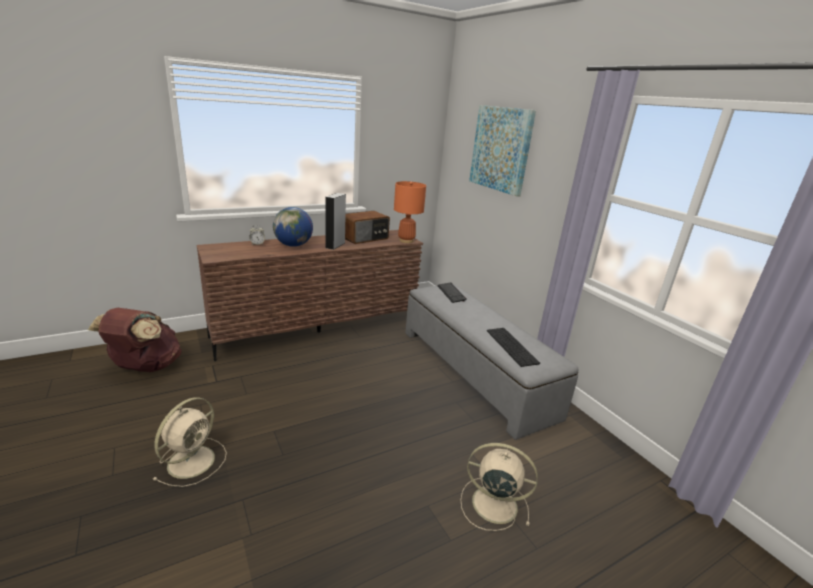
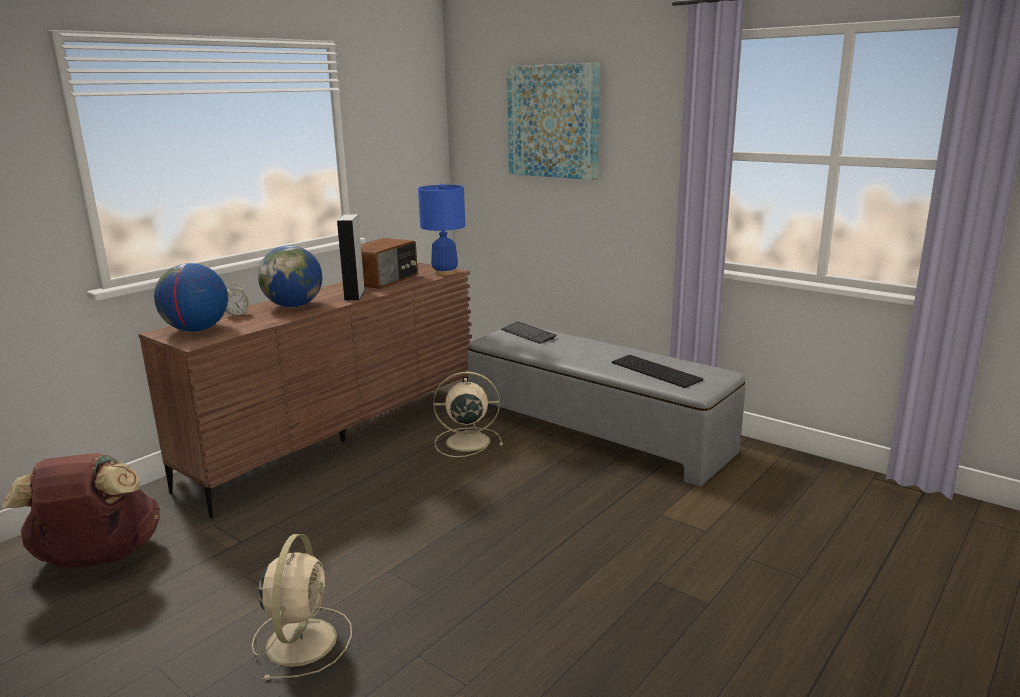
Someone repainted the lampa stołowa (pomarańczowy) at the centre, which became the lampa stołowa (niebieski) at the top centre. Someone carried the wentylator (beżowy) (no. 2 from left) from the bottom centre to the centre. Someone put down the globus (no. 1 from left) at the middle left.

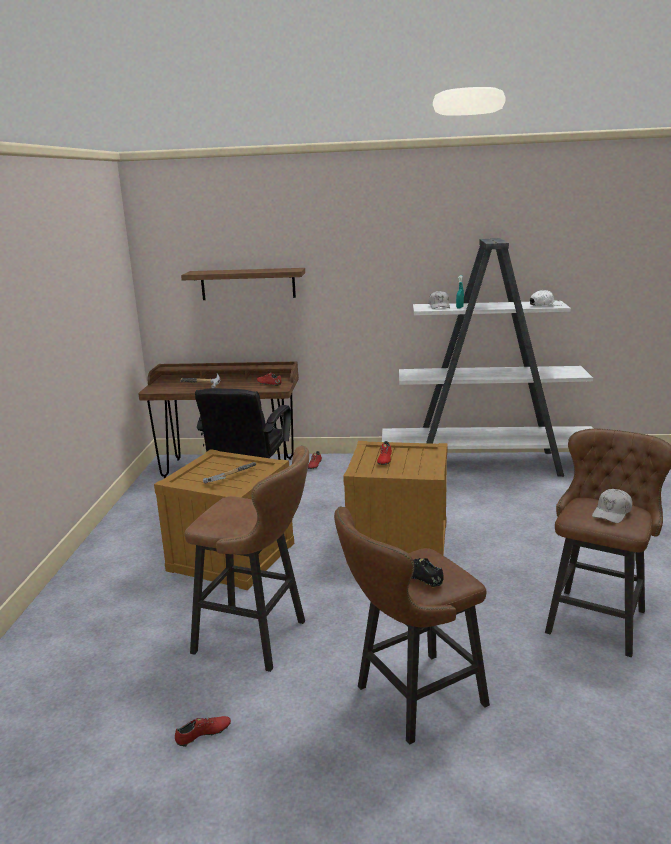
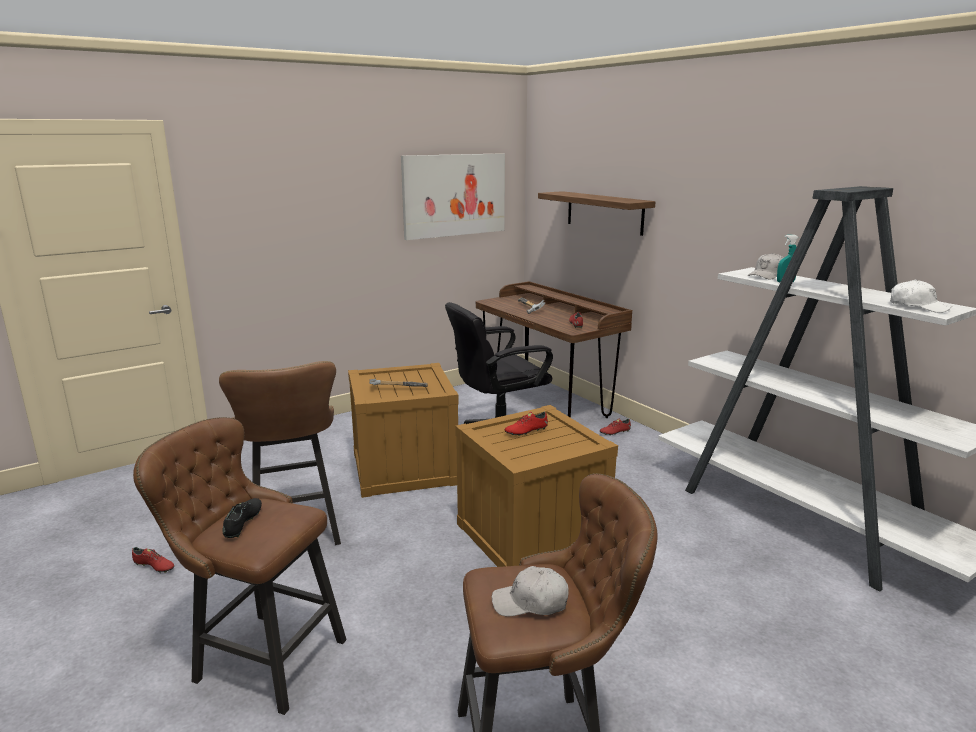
Someone put up the obraz at the top centre.

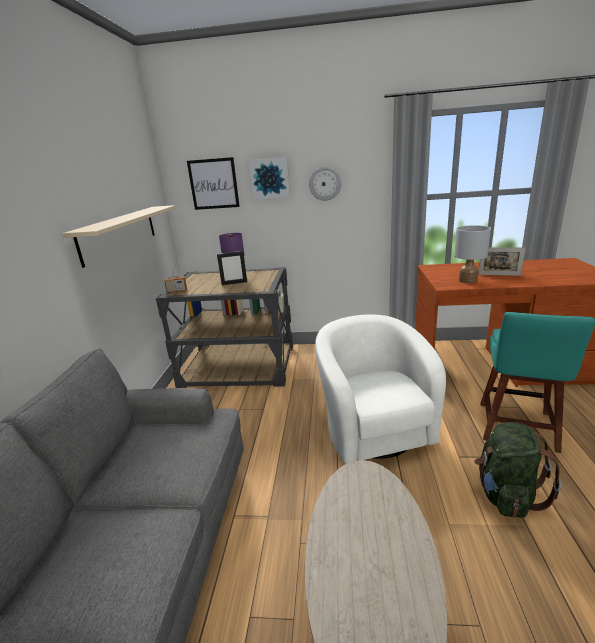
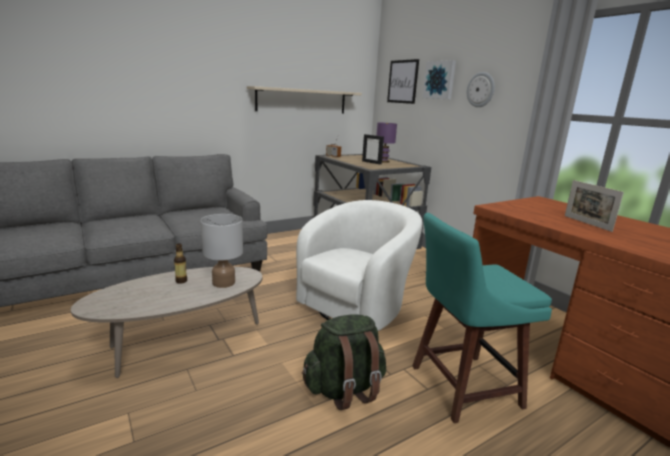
Someone carried the lampa stołowa (szary) from the middle right to the middle left. Someone put down the butelka at the middle left.

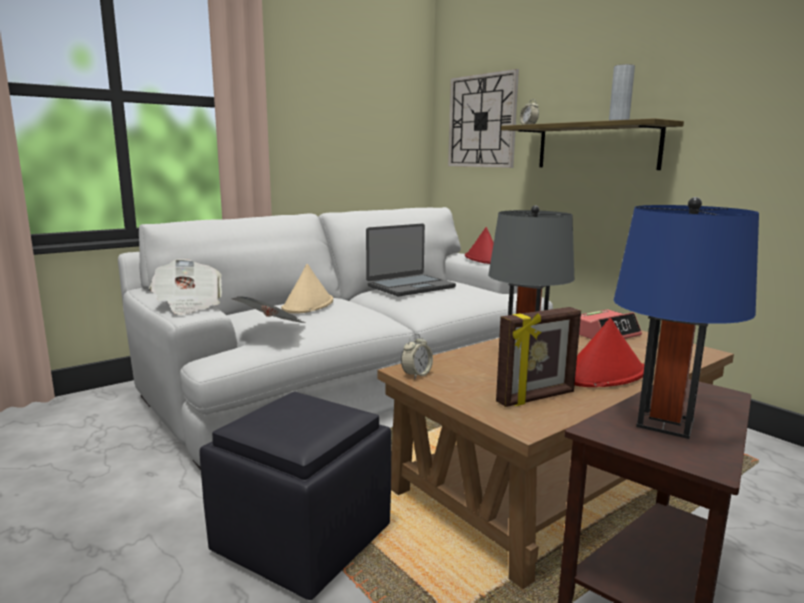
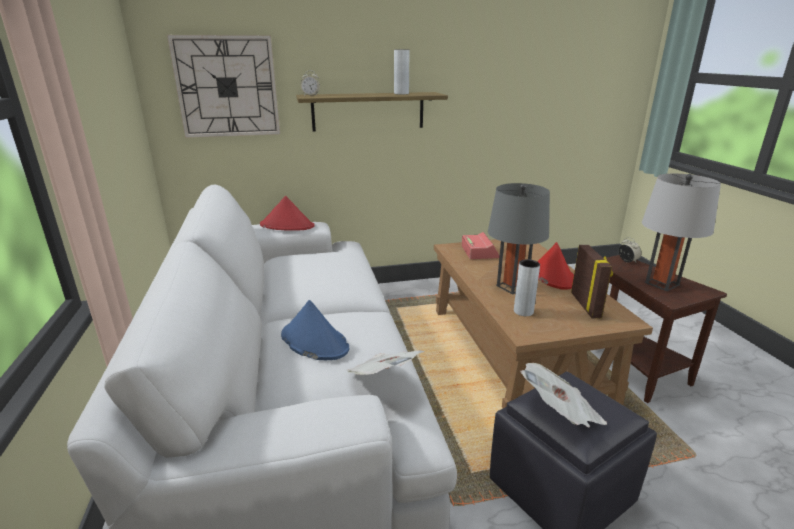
Someone repainted the lampa stołowa (niebieski) at the middle right, which became the lampa stołowa (szary) (no. 2 from left) at the middle right. Someone took away the laptop at the centre. Someone carried the gazeta (no. 1 from left in the first image) from the middle left to the bottom right. Someone repainted the kapelusz (beżowy) at the centre, which became the kapelusz (niebieski) at the centre. Someone carried the budzik (no. 1 from left in the first image) from the centre to the middle right. Someone put down the wazon (szary) (no. 2 from left) at the centre.

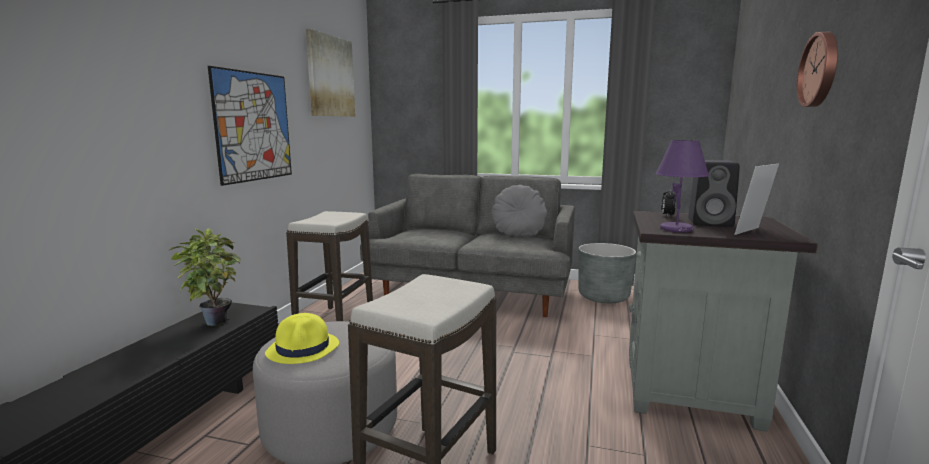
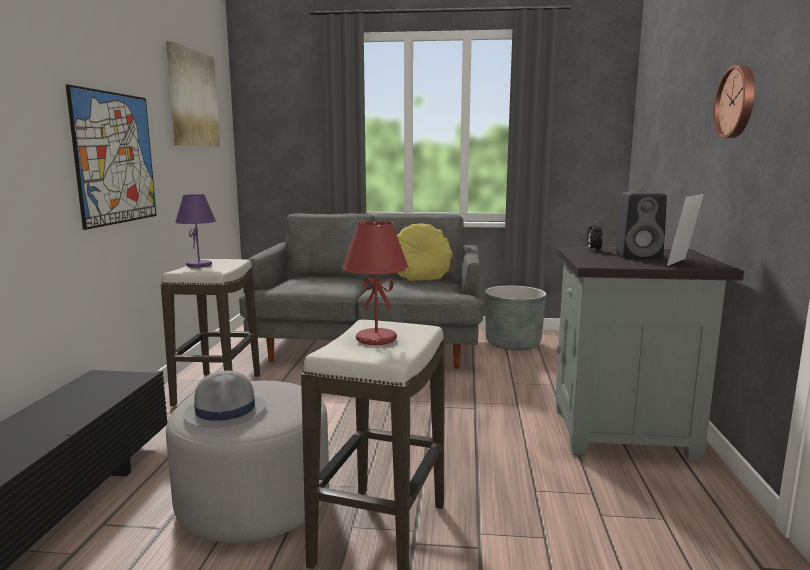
Someone carried the lampa stołowa (fioletowy) from the middle right to the middle left. Someone repainted the poduszka (szary) at the centre, which became the poduszka (żółty) at the centre. Someone took away the roślina doniczkowa at the middle left. Someone repainted the kapelusz (żółty) at the bottom left, which became the kapelusz (szary) at the bottom left. Someone put down the lampa stołowa (czerwony) at the centre.

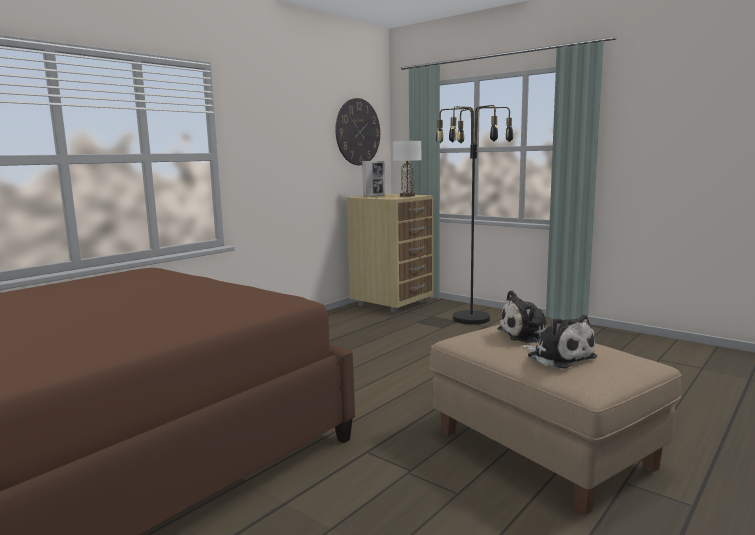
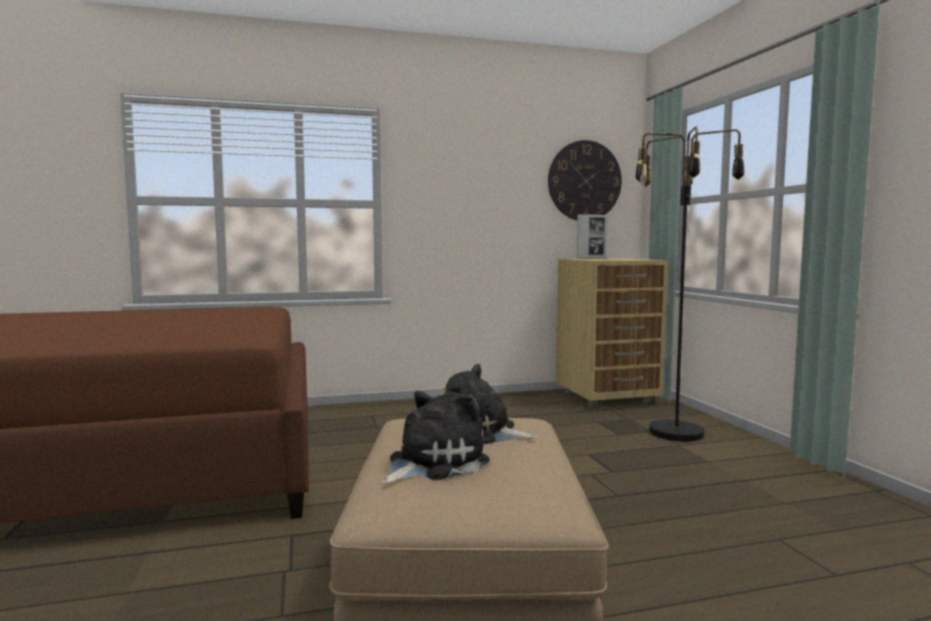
Someone took away the lampa stołowa at the top centre. Someone rotated the pluszak (no. 2 from left in the first image) at the middle right by 135 degrees counterclockwise.

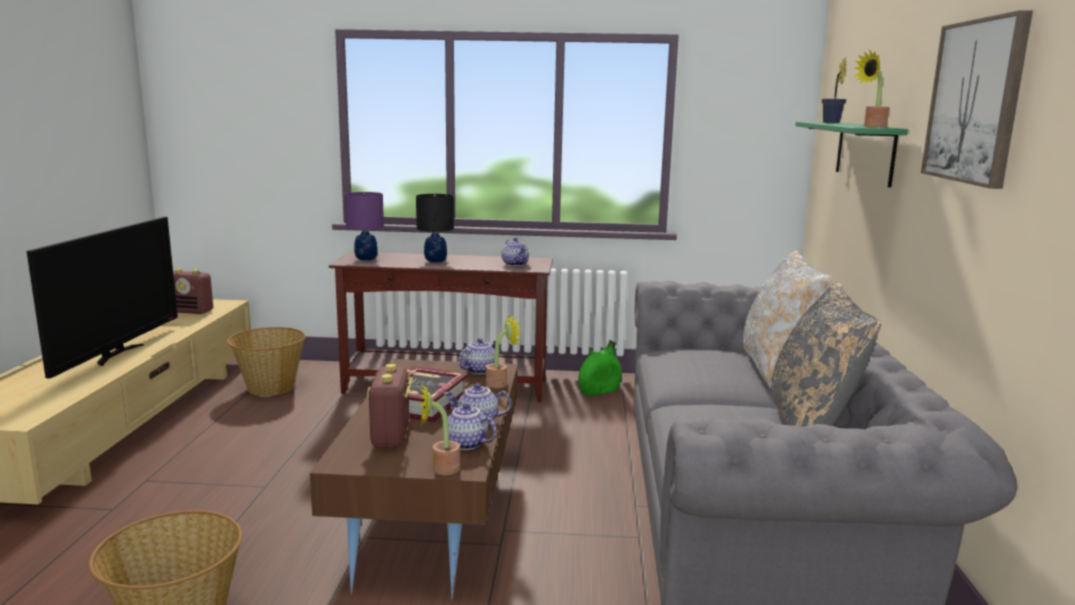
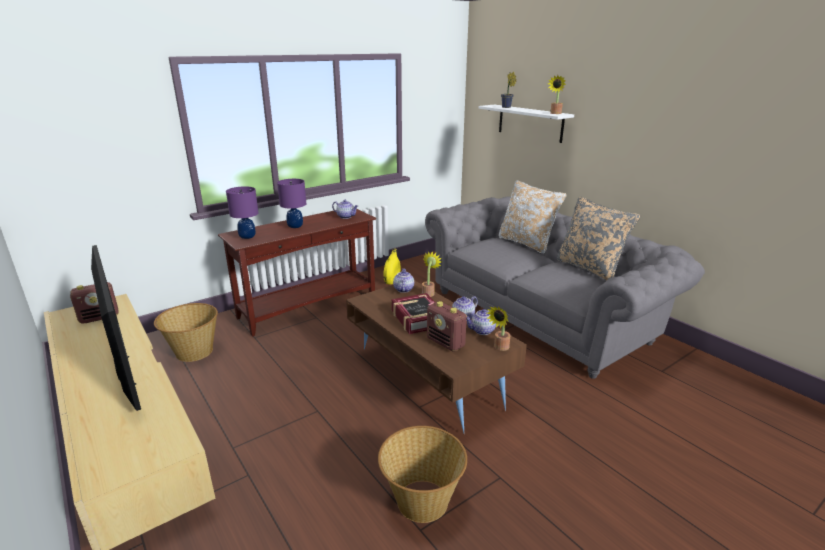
Someone took away the obraz at the top right. Someone repainted the półka (zielony) at the top right, which became the półka (biały) at the top centre. Someone repainted the lampa stołowa (czarny) at the centre, which became the lampa stołowa (fioletowy) (no. 2 from left) at the centre. Someone repainted the wazon (zielony) at the centre, which became the wazon (żółty) at the centre.

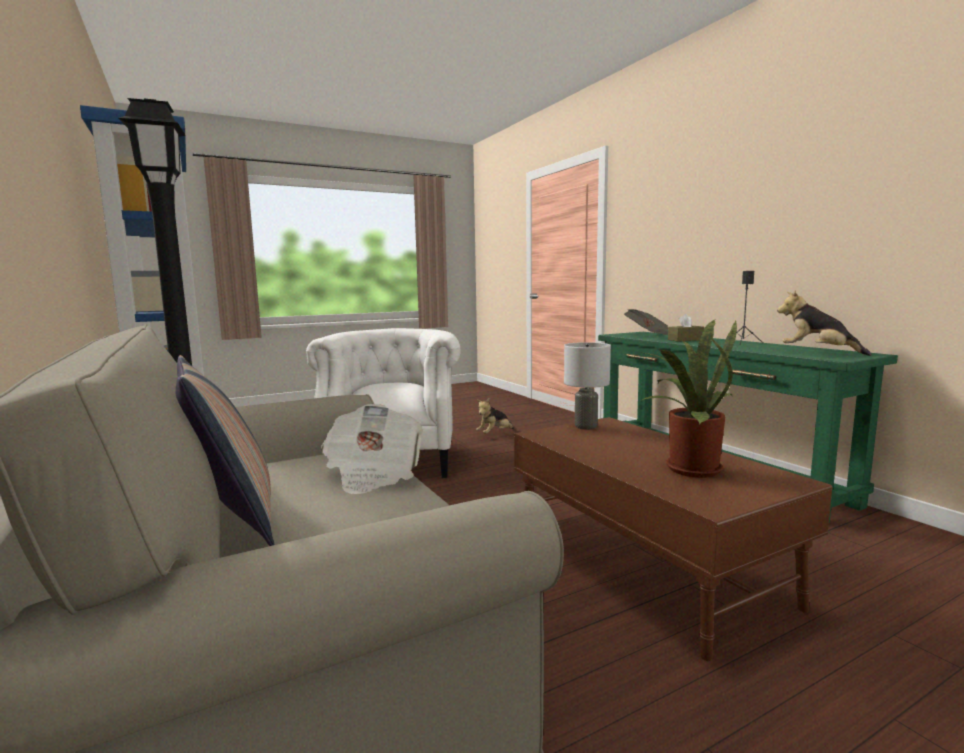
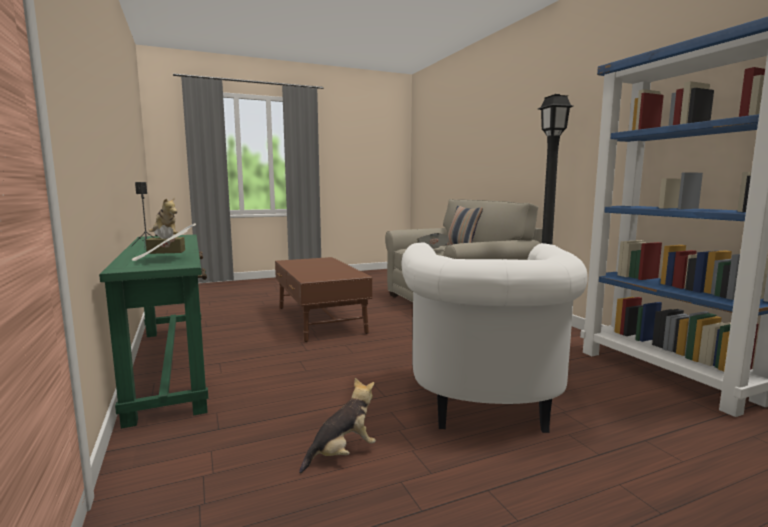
Someone took away the roślina doniczkowa at the middle right. Someone took away the lampa stołowa (biały) at the centre.

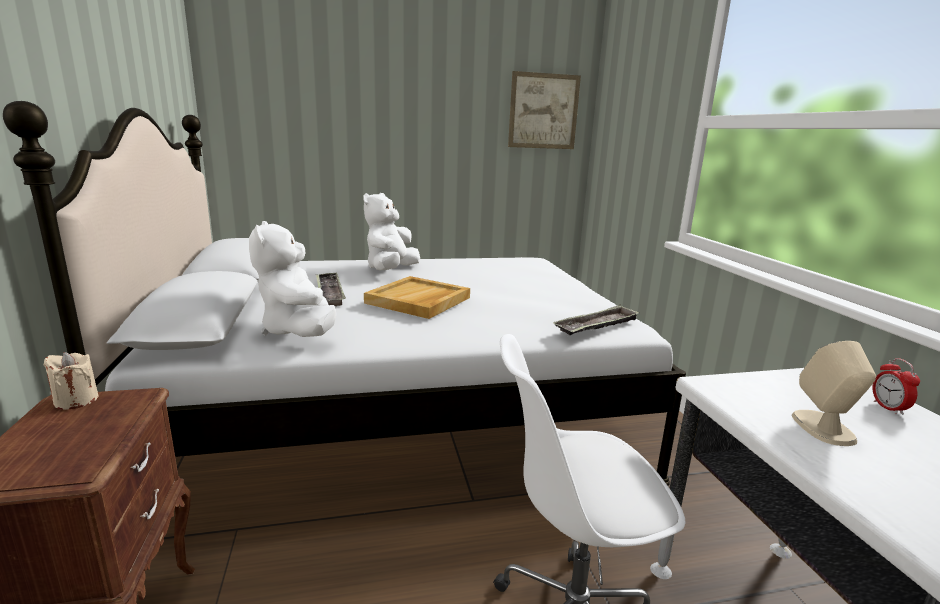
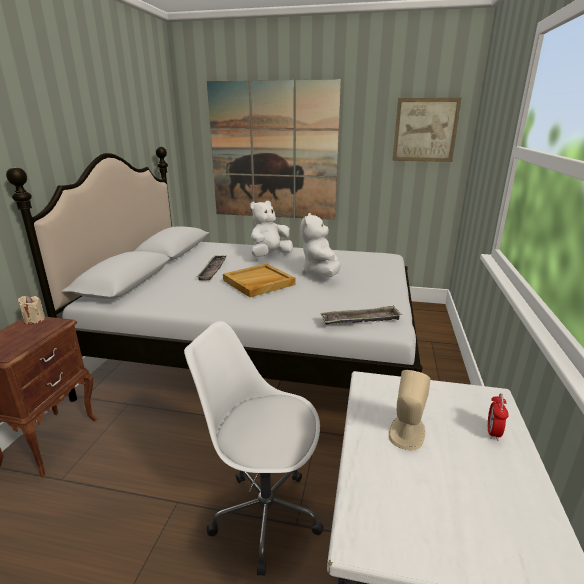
Someone carried the pluszak (biały) (no. 1 from left in the first image) from the middle left to the centre. Someone put up the obraz (no. 1 from left) at the top centre.

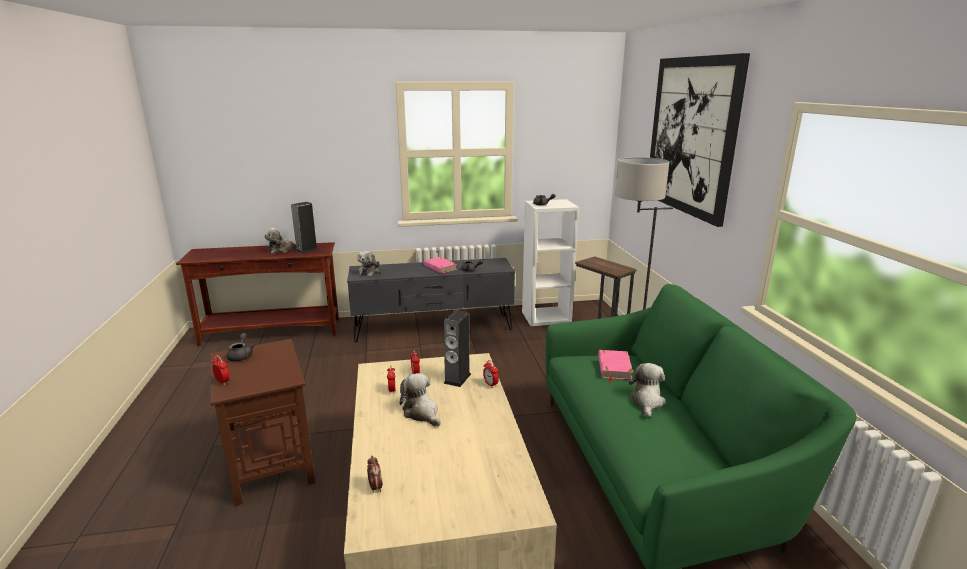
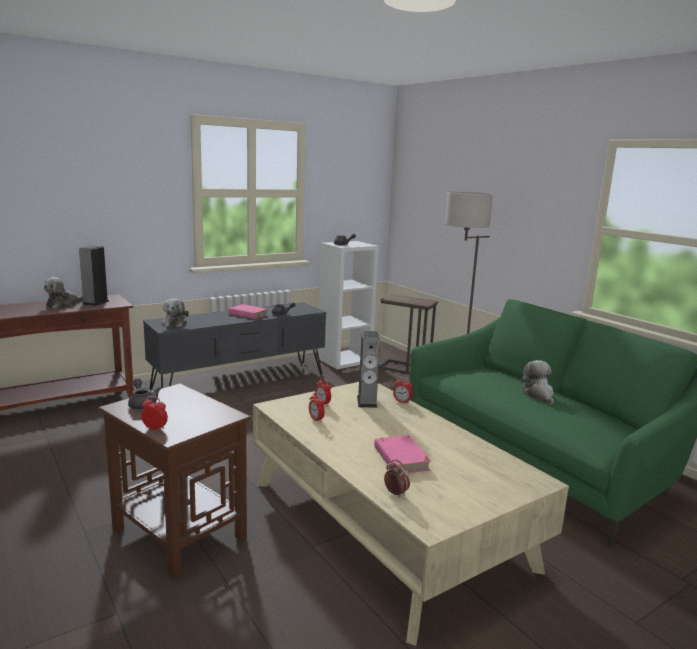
Someone took away the obraz at the top right. Someone carried the książka (różowy) (no. 2 from left) from the centre to the bottom centre. Someone took away the pluszak (no. 3 from left) at the bottom centre.

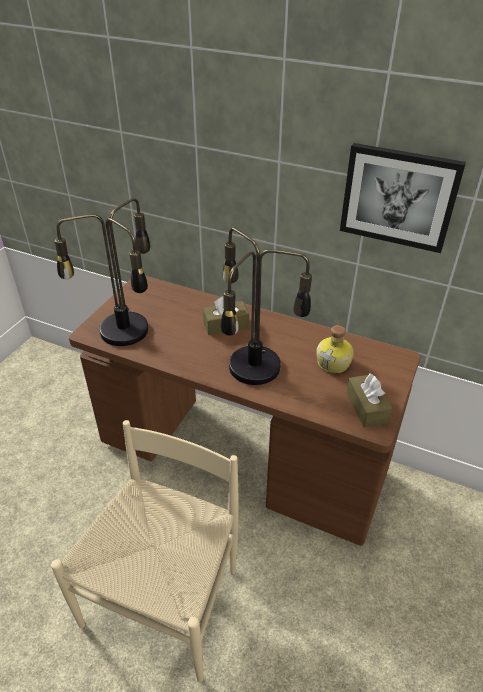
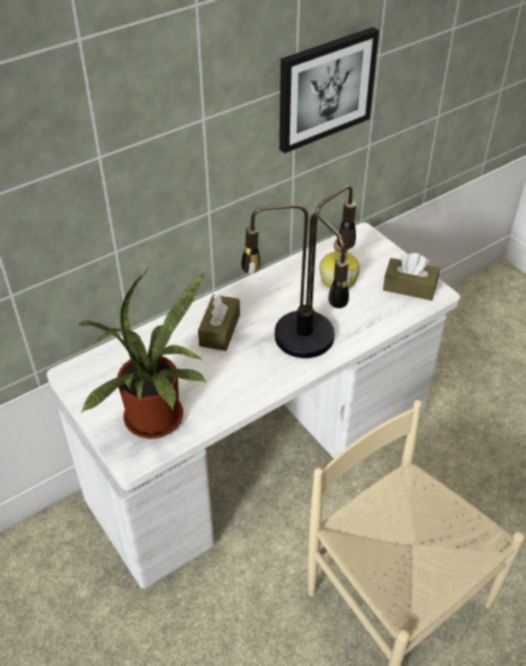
Someone swapped the lampa stołowa (no. 1 from left) at the middle left for the roślina doniczkowa at the middle left. Someone repainted the biurko (brązowy) at the centre, which became the biurko (biały) at the centre.

